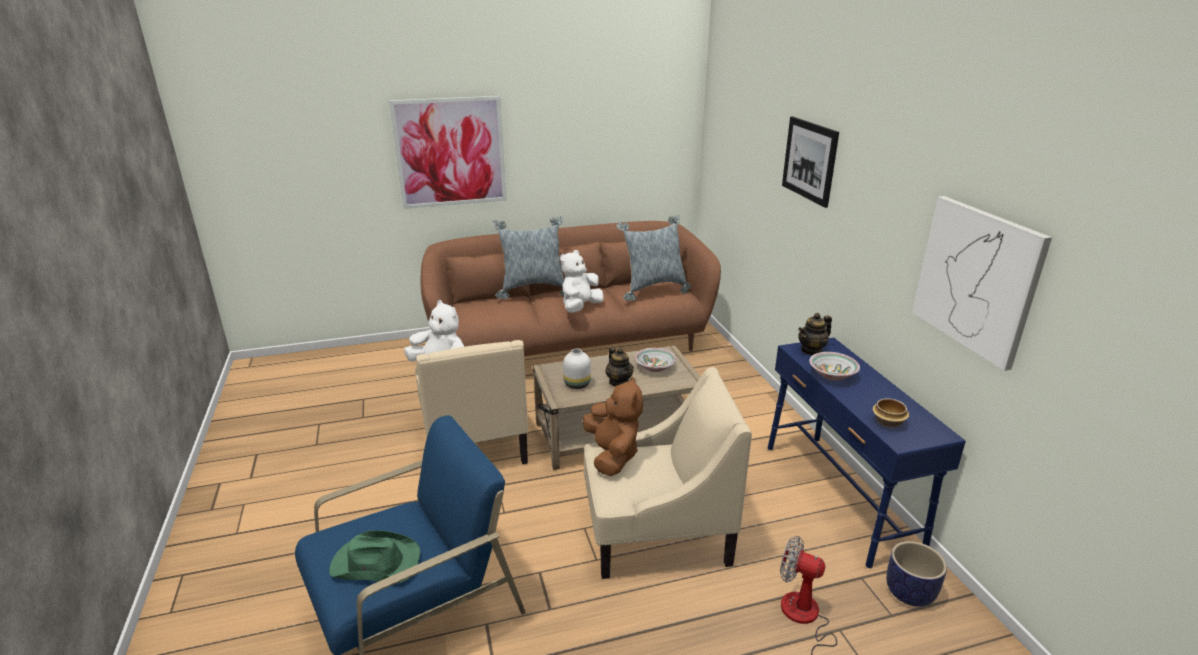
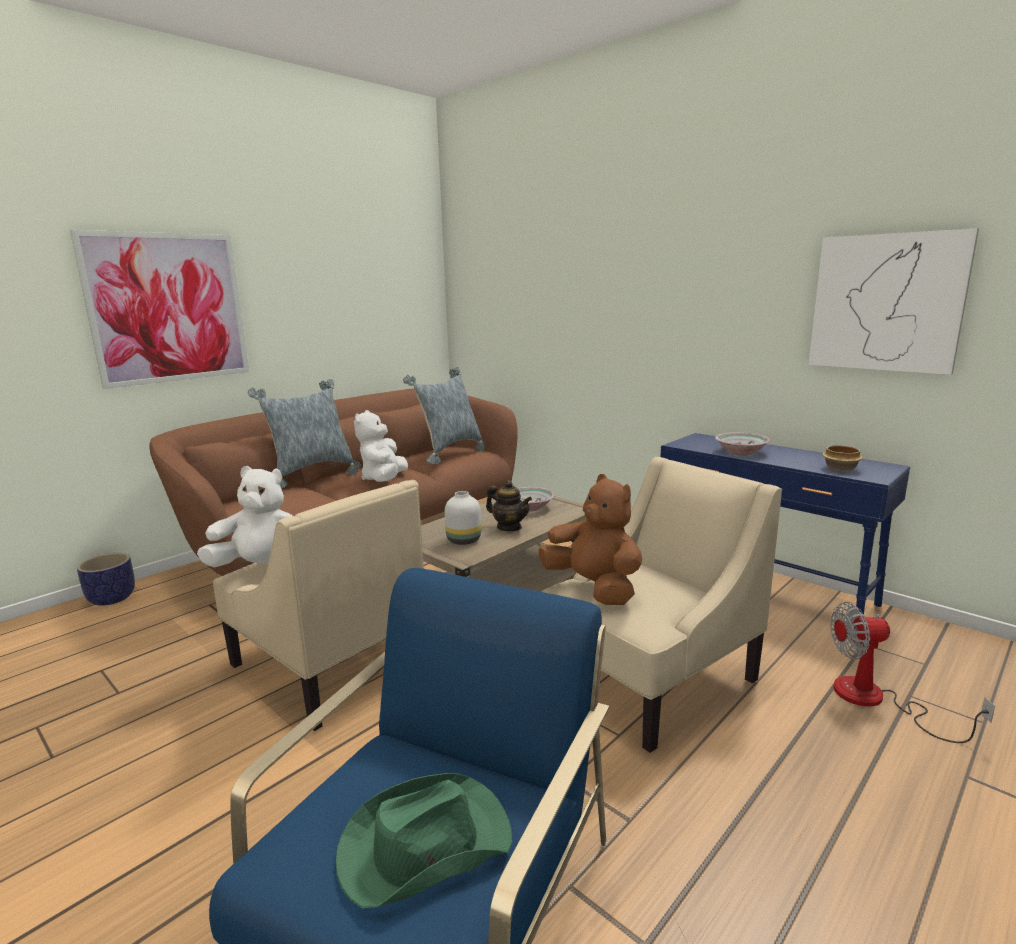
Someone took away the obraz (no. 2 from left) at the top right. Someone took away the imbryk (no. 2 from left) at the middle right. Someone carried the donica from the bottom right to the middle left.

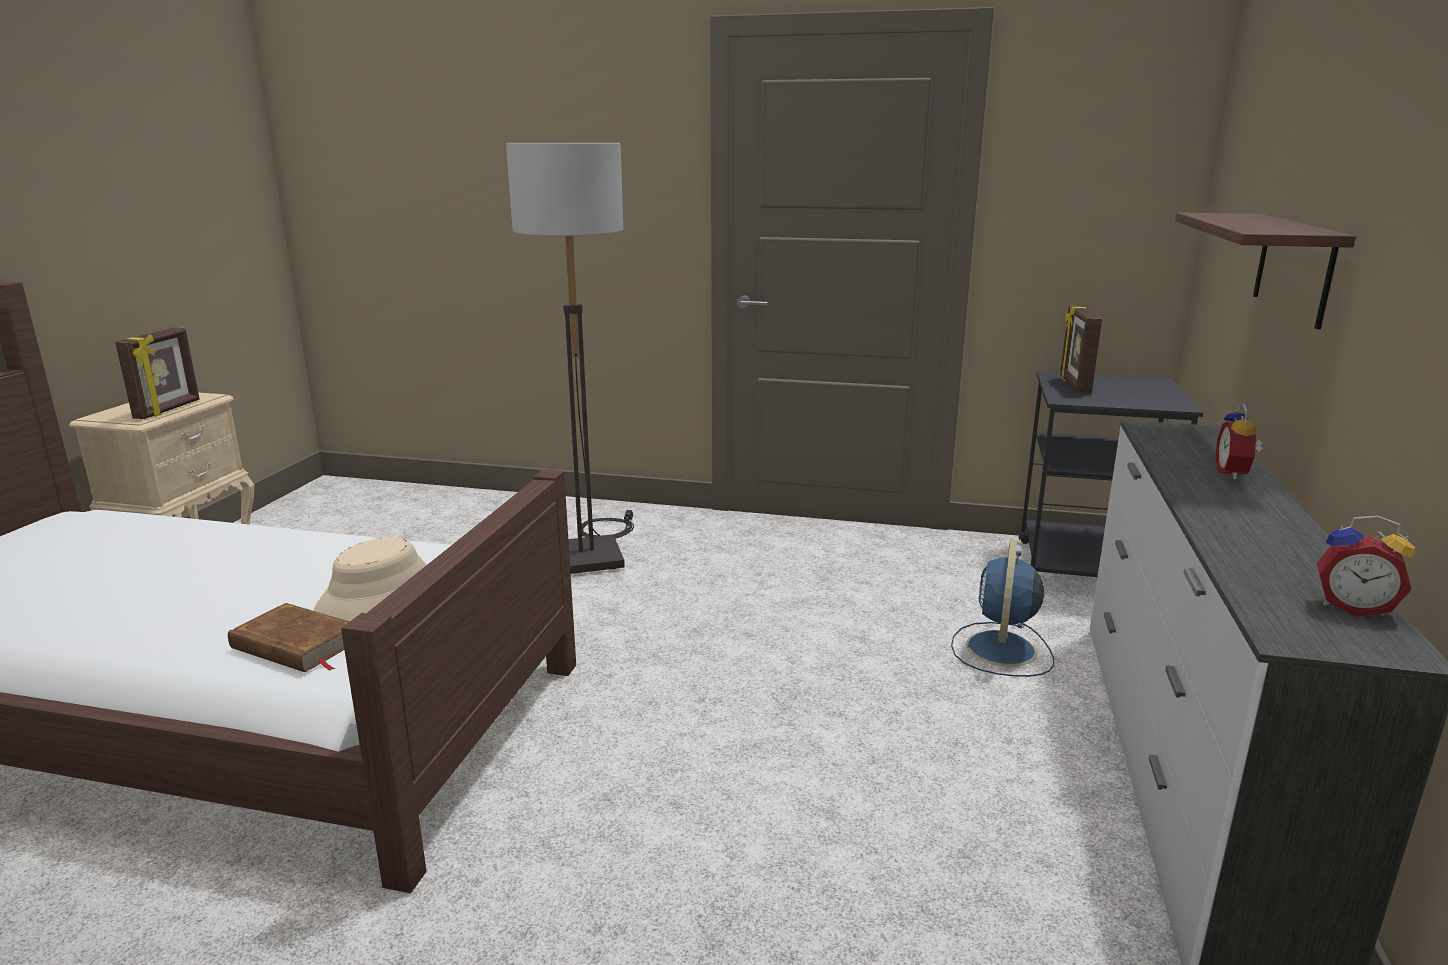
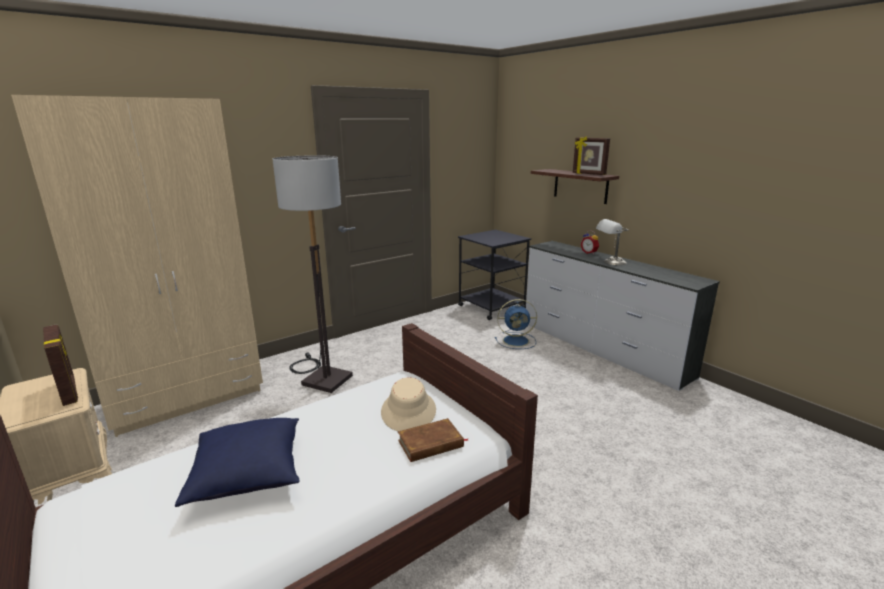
Someone carried the ramka na zdjęcie (no. 2 from left) from the middle right to the top right. Someone took away the budzik (no. 2 from left) at the middle right. Someone rotated the wentylator (niebieski) at the middle right by 60 degrees counterclockwise. Someone put down the szafa (beżowy) at the middle left. Someone put down the lampa stołowa (biały) at the middle right. Someone put down the poduszka (niebieski) at the bottom left.

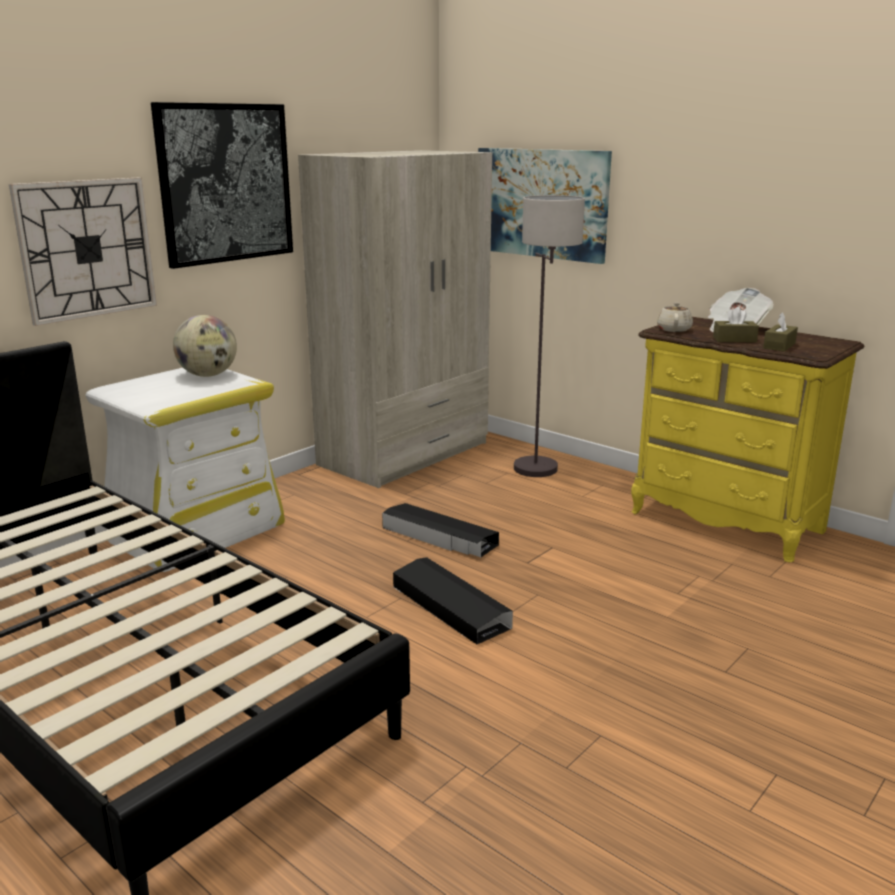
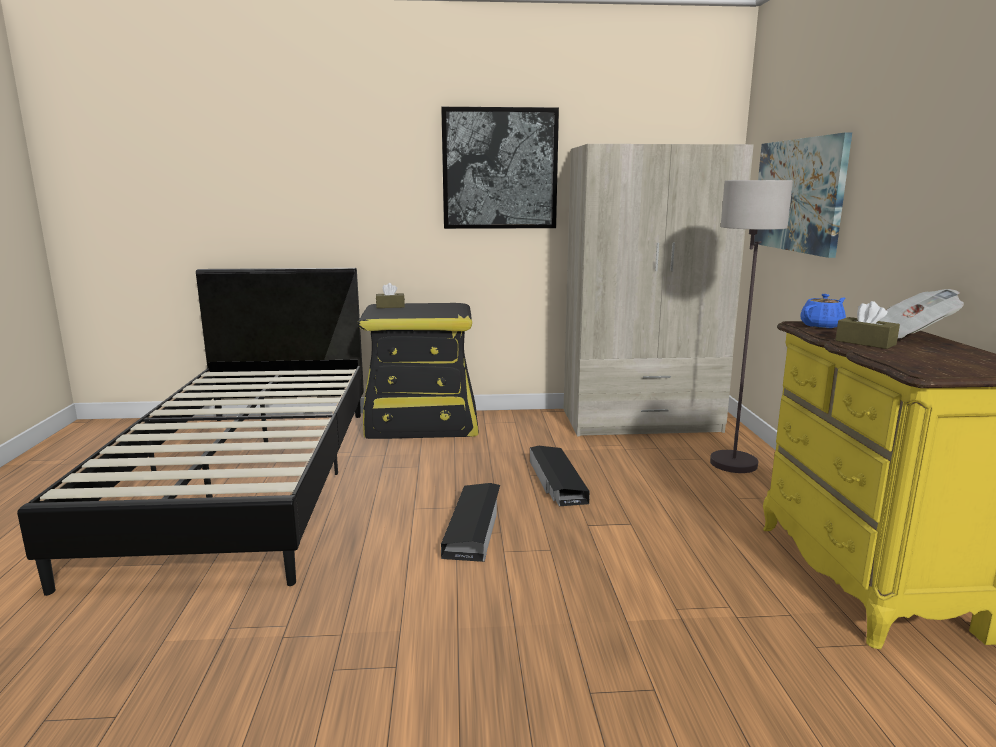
Someone took away the zegar ścienny at the top left. Someone repainted the imbryk (beżowy) at the middle right, which became the imbryk (niebieski) at the middle right. Someone carried the pudełko chusteczek (brązowy) (no. 2 from left in the first image) from the middle right to the centre. Someone took away the globus at the middle left. Someone repainted the szafka nocna (biały) at the middle left, which became the szafka nocna (czarny) at the centre.

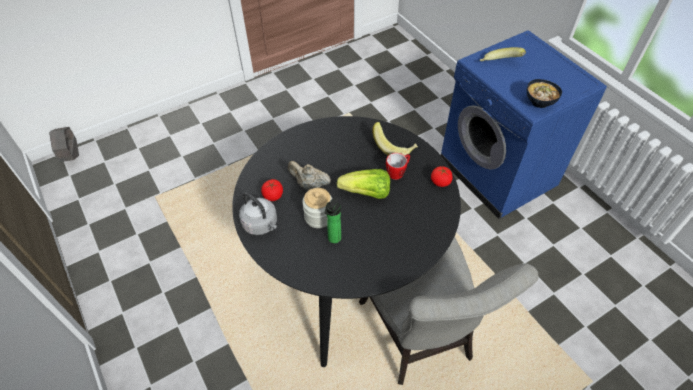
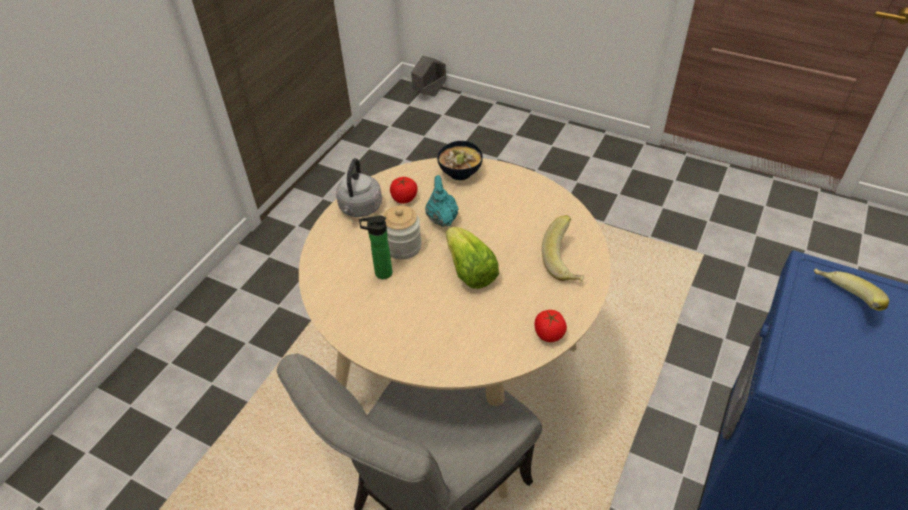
Someone carried the miska from the top right to the top centre. Someone repainted the stół jadalny (czarny) at the centre, which became the stół jadalny (beżowy) at the centre. Someone took away the kubek at the centre. Someone repainted the imbryk (beżowy) at the centre, which became the imbryk (turkusowy) at the centre.

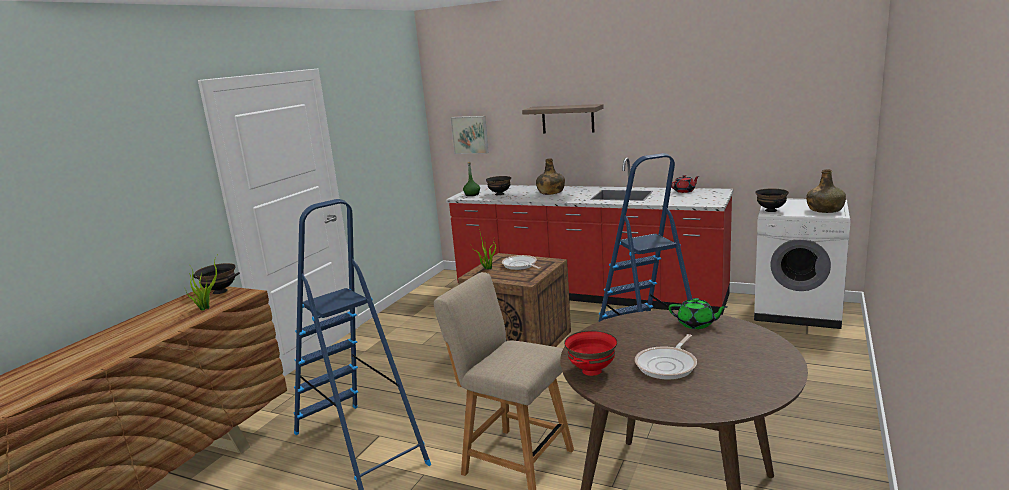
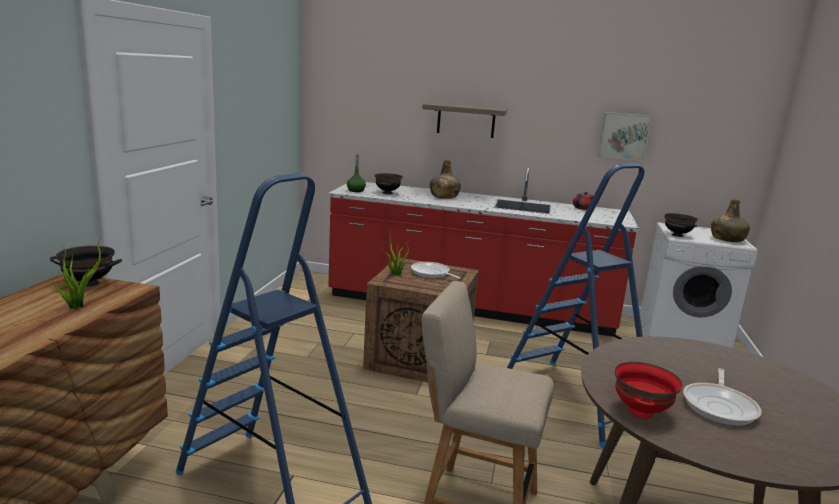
Someone carried the obraz from the top centre to the top right. Someone took away the imbryk (zielony) at the middle right.

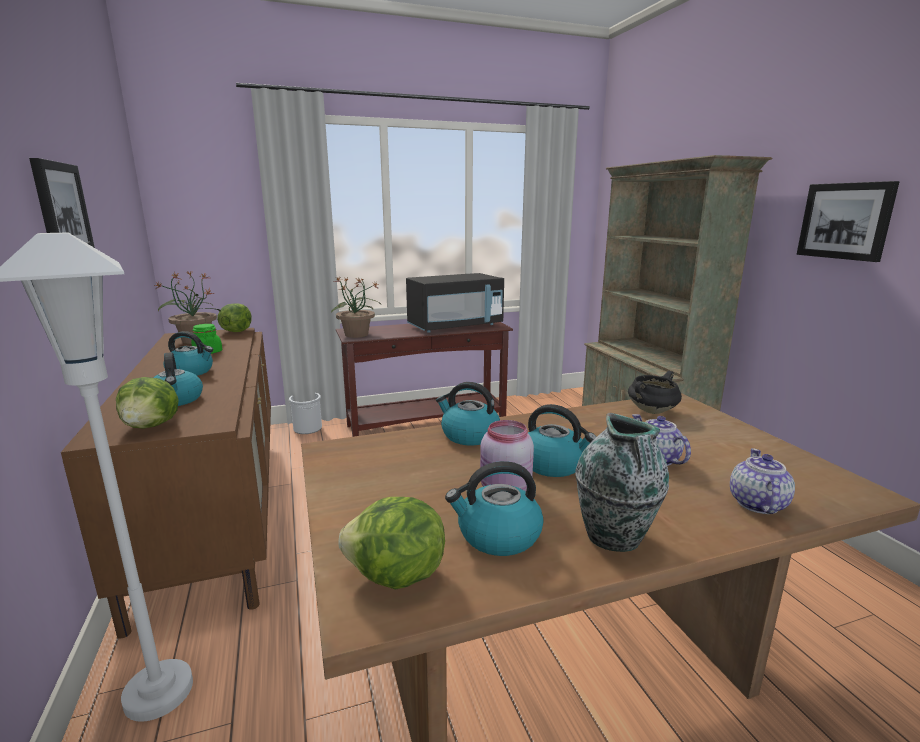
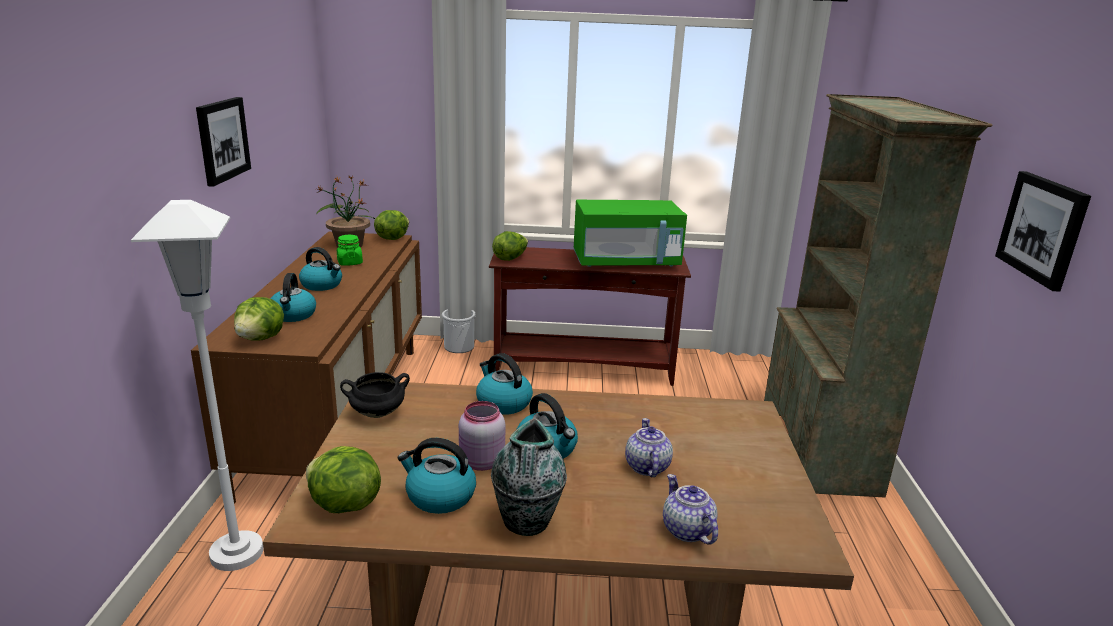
Someone repainted the mikrofalówka (czarny) at the centre, which became the mikrofalówka (zielony) at the centre. Someone swapped the roślina doniczkowa (no. 2 from left) at the centre for the sałata (no. 4 from left) at the centre. Someone carried the garnek (czarny) from the middle right to the centre. Someone rotated the imbryk (no. 2 from left) at the middle right by 60 degrees counterclockwise.

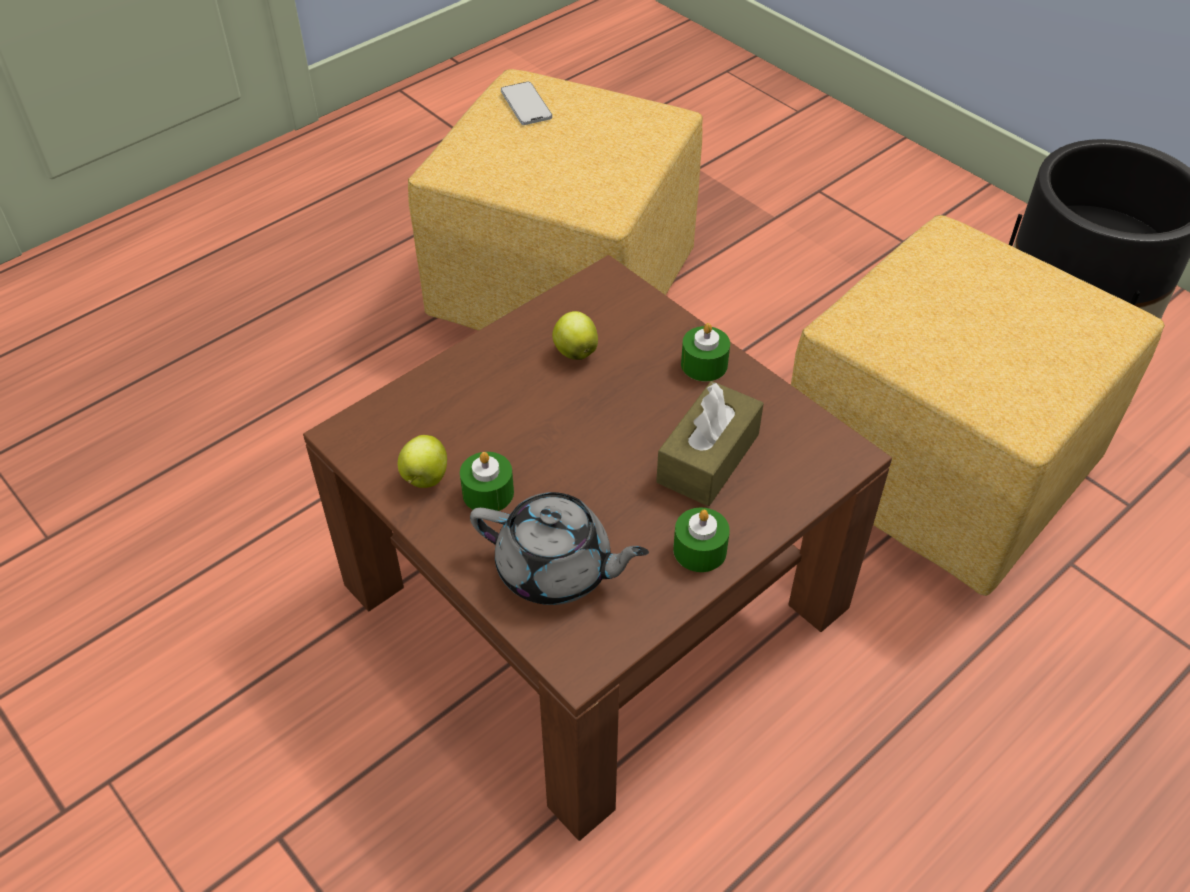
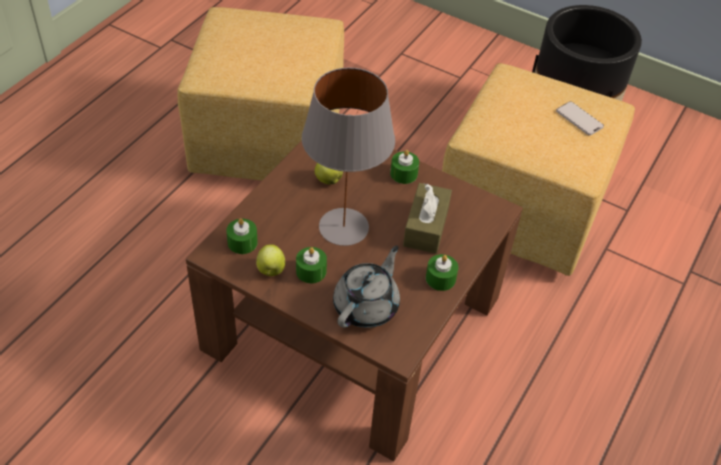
Someone carried the telefon from the top centre to the top right. Someone rotated the imbryk (szary) at the centre by 60 degrees counterclockwise. Someone put down the lampa stołowa (szary) at the centre. Someone put down the świeca (zielony) (no. 1 from left) at the centre.

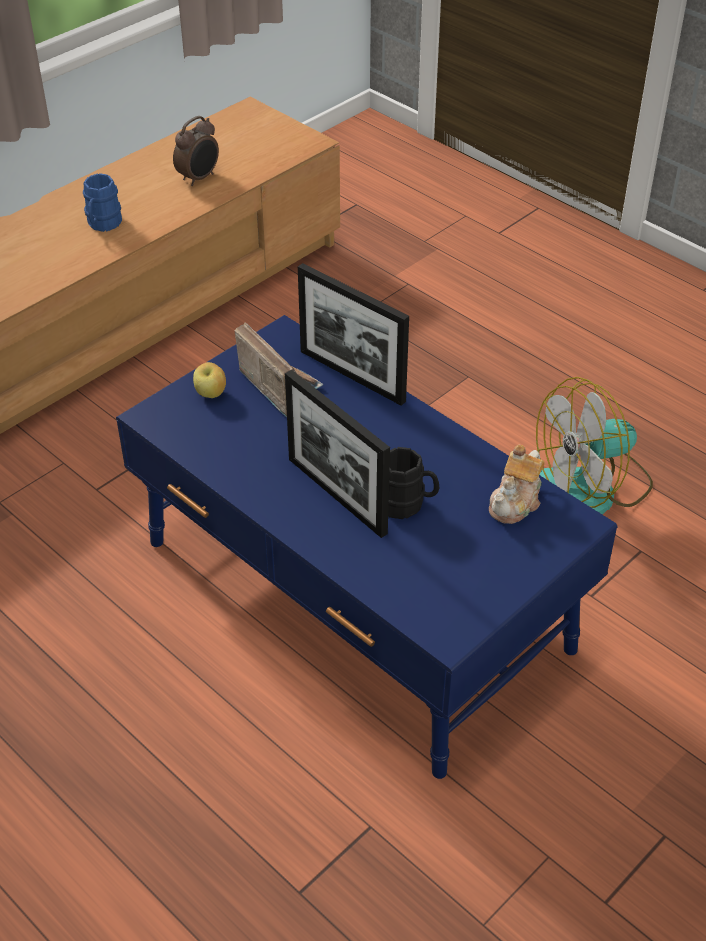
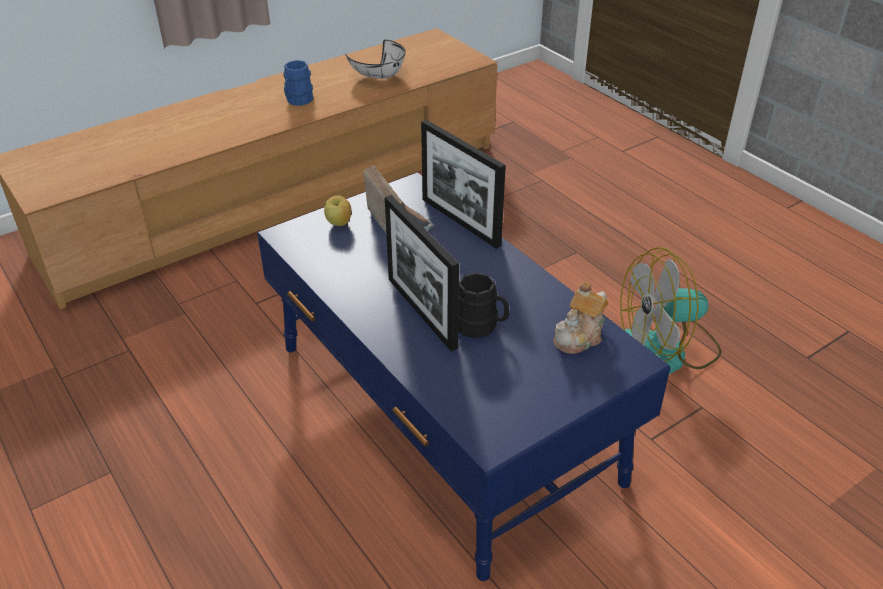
Someone swapped the budzik at the top left for the miska (biały) at the top centre.

